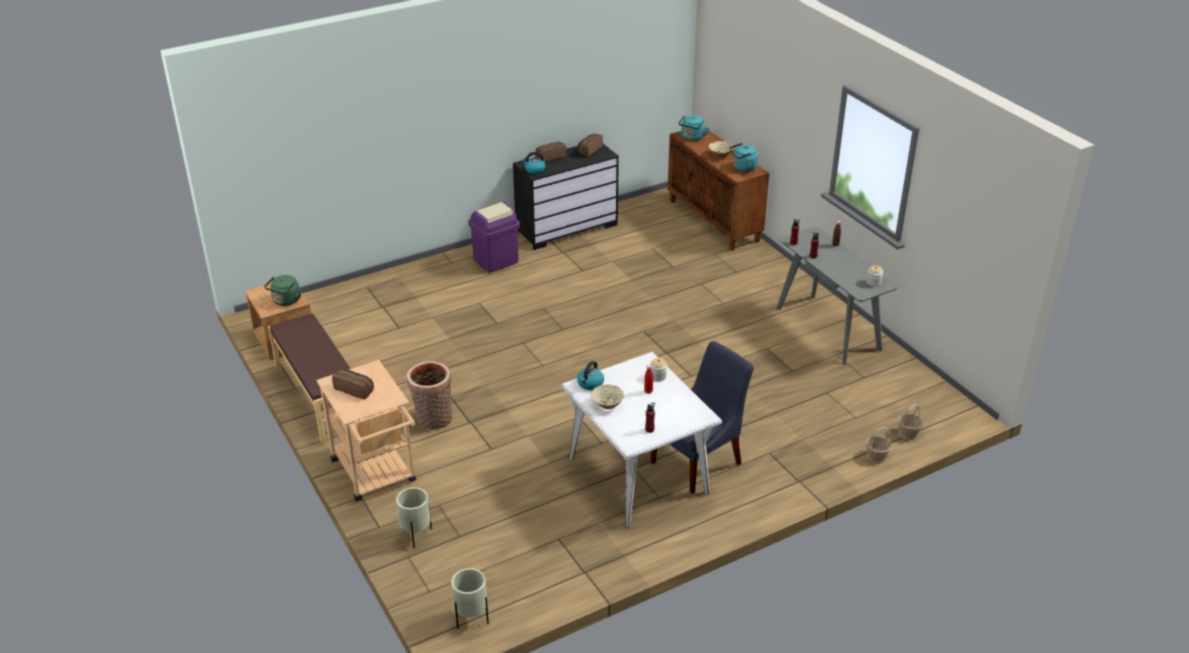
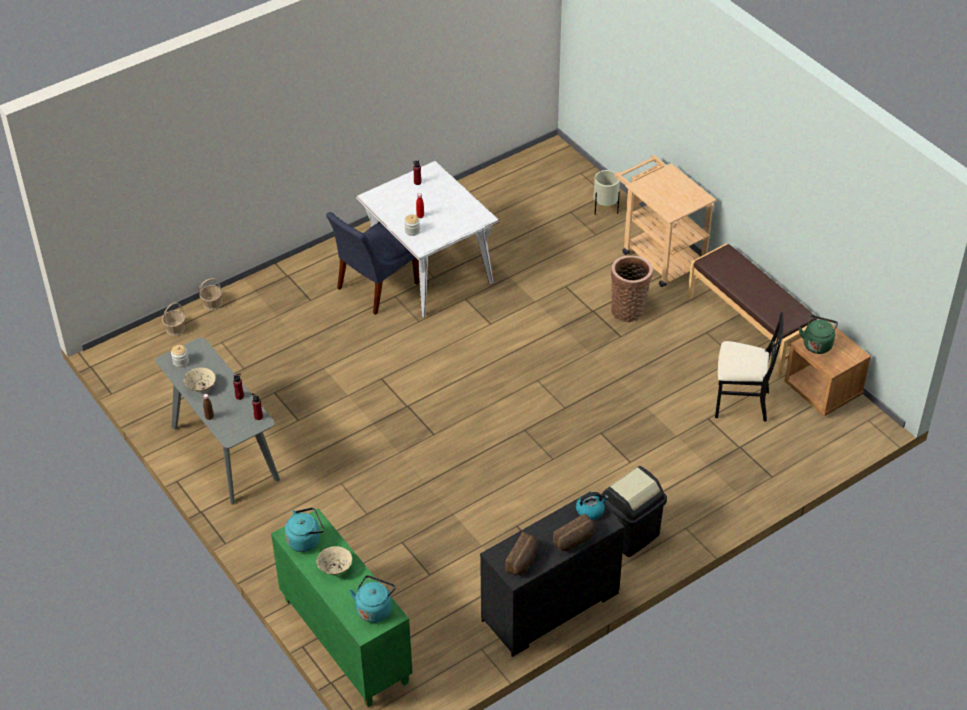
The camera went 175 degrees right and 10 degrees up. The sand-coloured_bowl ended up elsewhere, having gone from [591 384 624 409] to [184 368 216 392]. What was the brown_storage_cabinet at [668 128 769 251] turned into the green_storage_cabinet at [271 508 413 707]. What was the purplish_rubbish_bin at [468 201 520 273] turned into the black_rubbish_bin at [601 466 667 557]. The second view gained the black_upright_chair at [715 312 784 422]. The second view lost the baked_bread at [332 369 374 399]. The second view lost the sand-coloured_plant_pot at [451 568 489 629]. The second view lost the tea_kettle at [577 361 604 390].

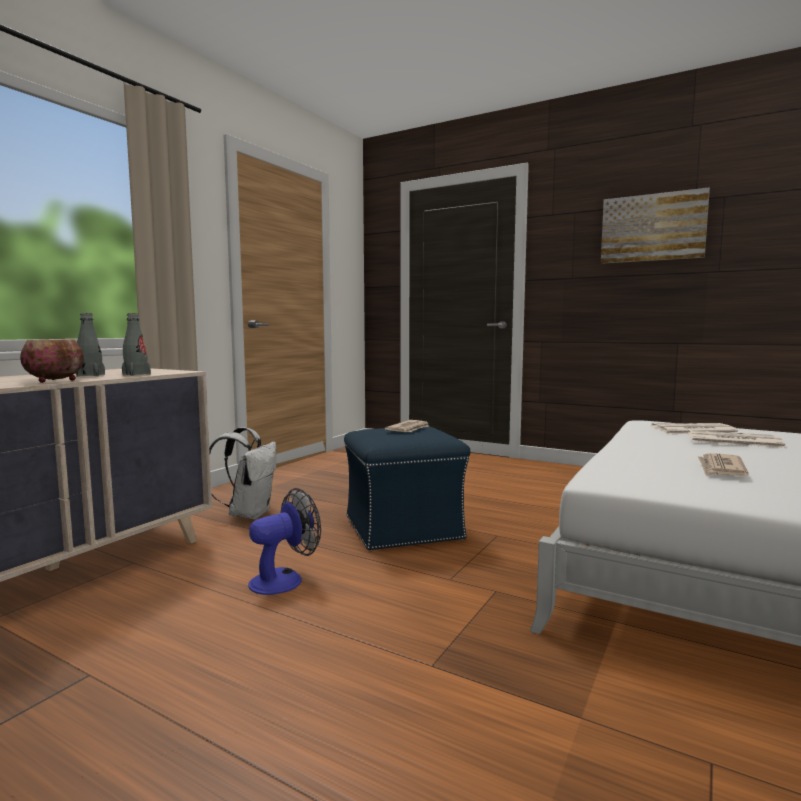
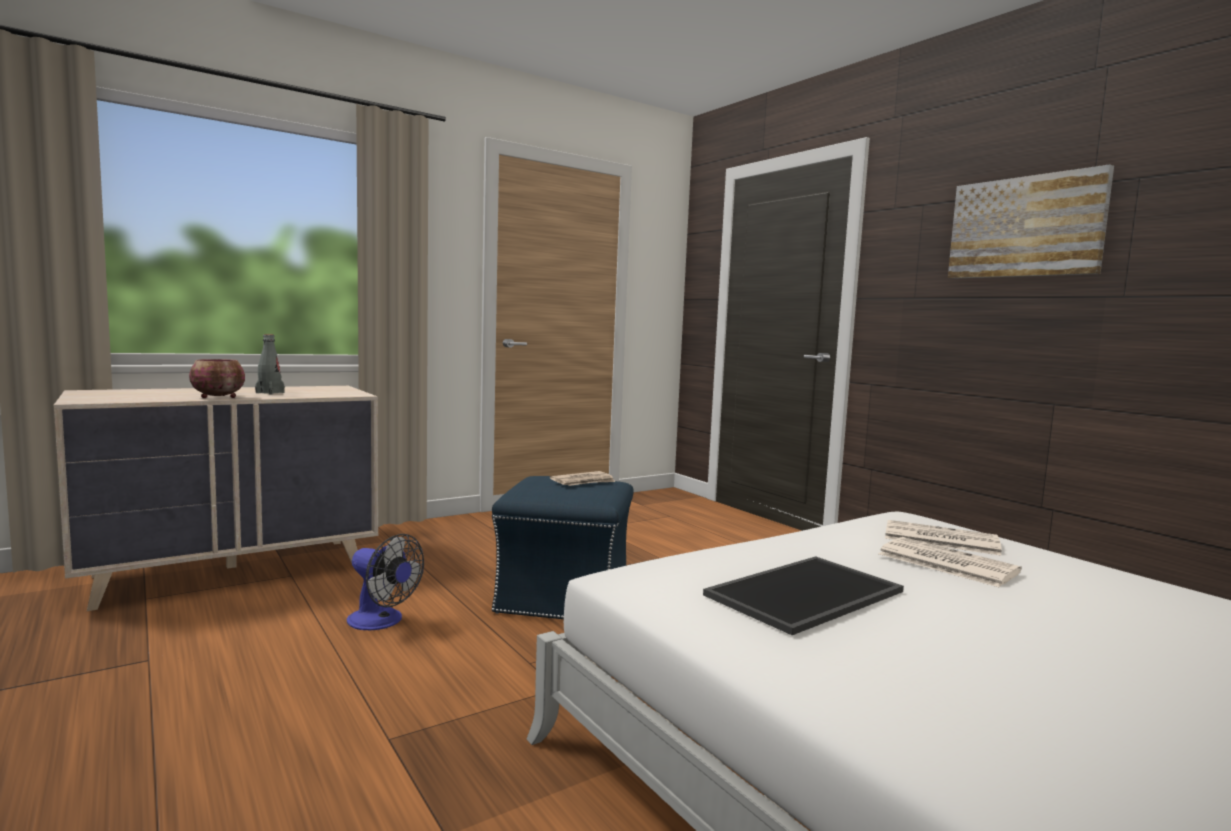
The camera went 25 degrees right and 0 degrees up. The fan at [248 488 321 595] ended up facing another way, 45 degrees clockwise from before. Where the daily_paper stood at [698 454 749 476], the serving_tray came to stand at [703 556 904 635]. The second view lost the grey_bottle at [122 313 151 376]. The second view lost the whitish_backpack at [209 427 277 519].

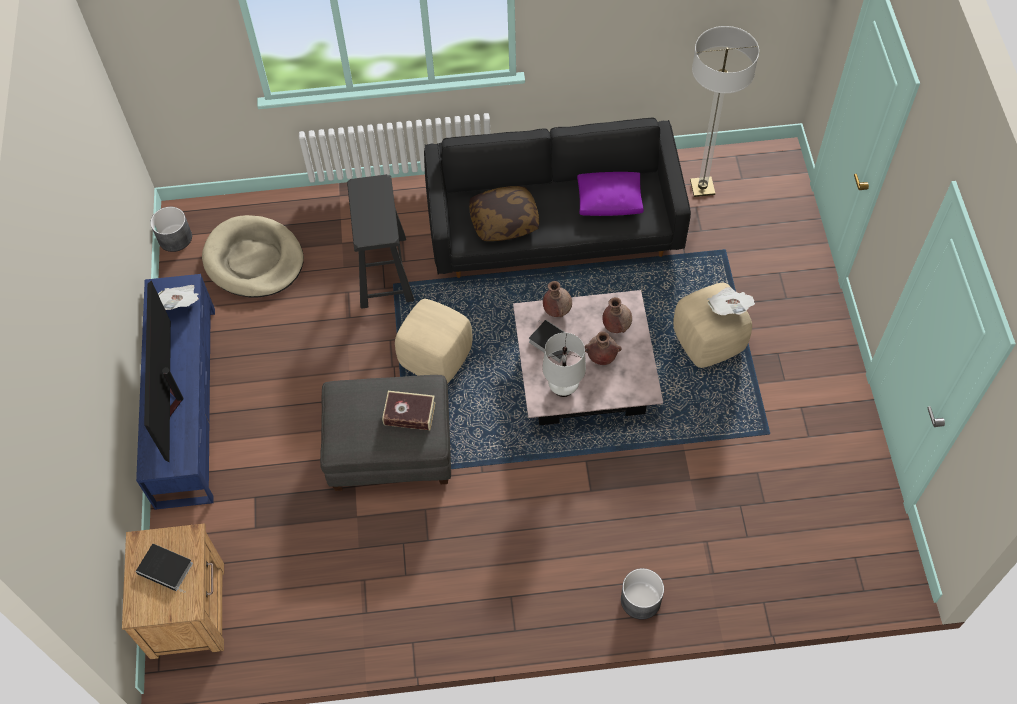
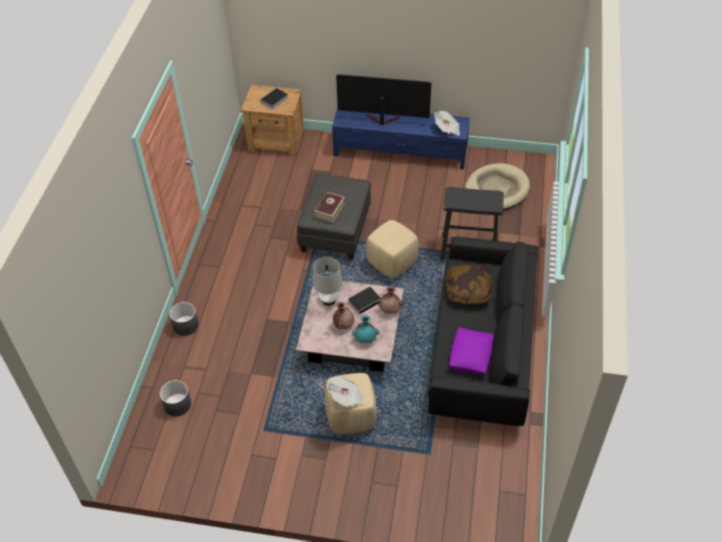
The camera went 105 degrees right and 10 degrees down. The grey_plant_pot ended up elsewhere, having gone from [150 207 192 252] to [160 380 191 416]. What was the brown_decorative_vase at [602 297 632 333] turned into the blue-green_decorative_vase at [352 315 379 343]. The second view lost the standard_lamp at [690 26 759 197].

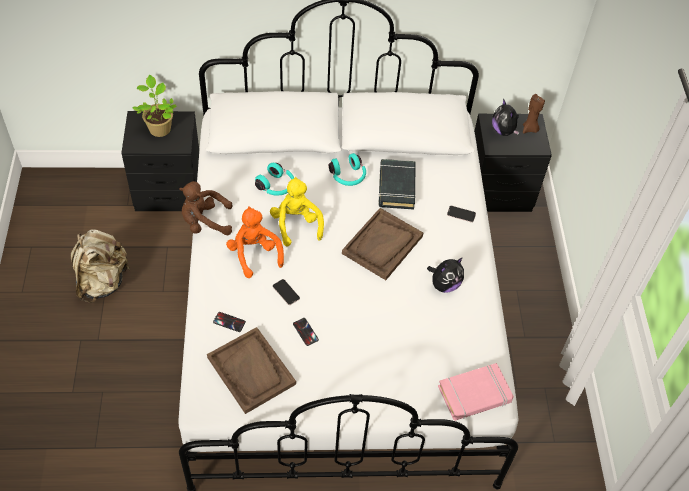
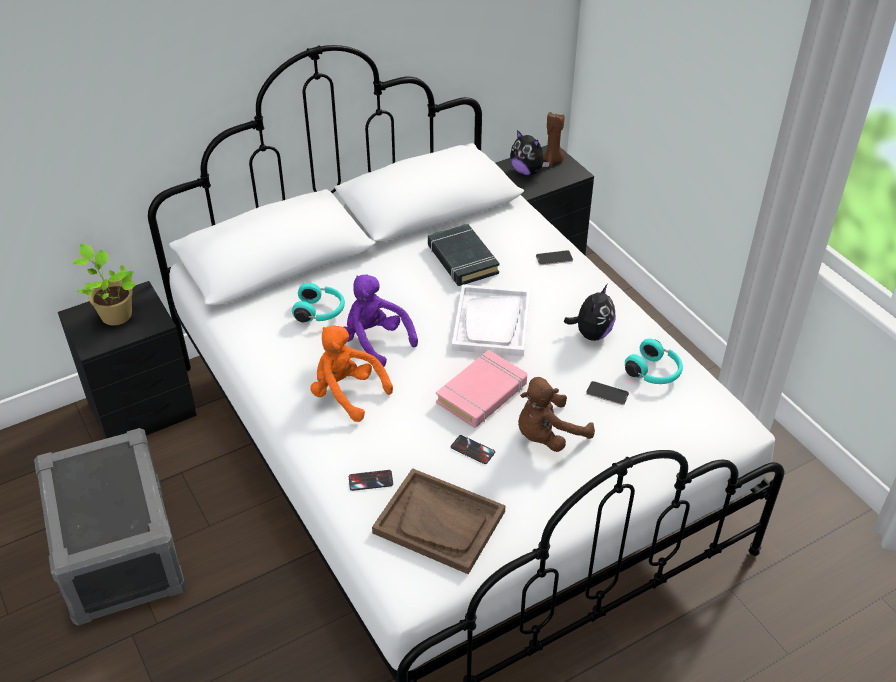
The camera went 25 degrees left and 10 degrees down. Where the sand-coloured_backpack stood at [71 229 130 303], the grey_storage_container came to stand at [34 428 186 626]. What was the yellow_plush_toy at [270 177 324 247] turned into the purplish_plush_toy at [343 275 418 367]. The pink_book ended up elsewhere, having gone from [438 363 514 421] to [436 350 527 428]. What was the brown_serving_tray at [342 208 423 280] turned into the whitish_serving_tray at [452 284 530 357]. The brown_plush_toy ended up elsewhere, having gone from [179 181 232 235] to [518 377 595 452]. The phone ended up elsewhere, having gone from [273 279 300 305] to [586 381 629 405]. The blue-green_headphones ended up elsewhere, having gone from [329 153 366 186] to [625 339 683 384].

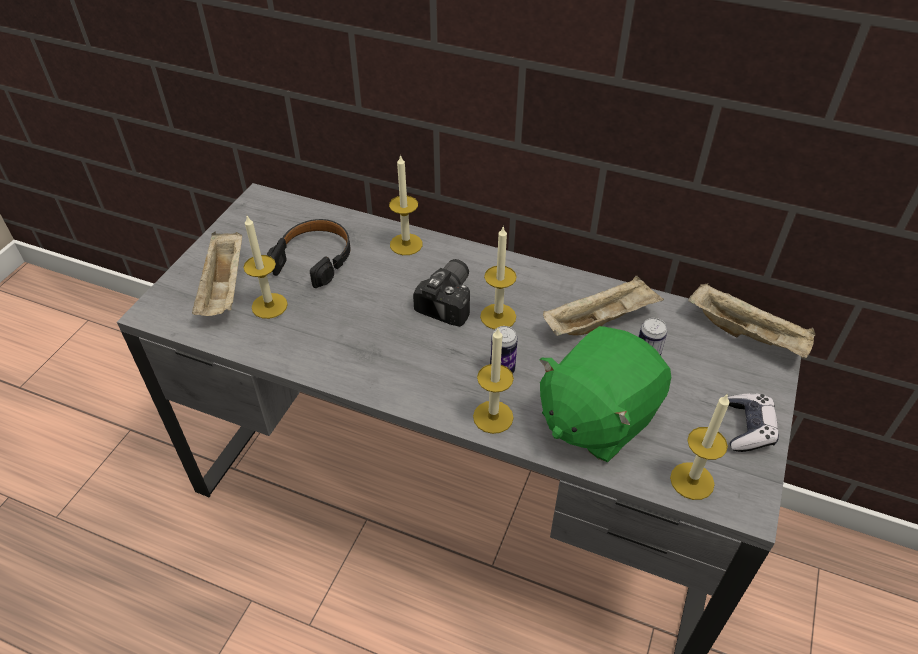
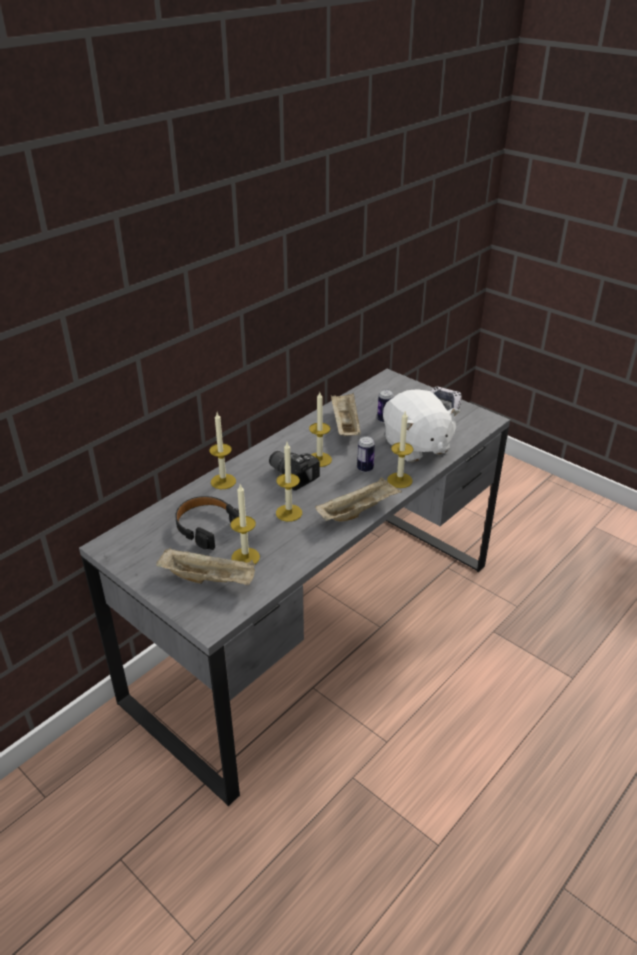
The camera went 70 degrees left and 10 degrees down. The wax_candle ended up elsewhere, having gone from [670 393 729 500] to [276 442 302 522]. The sand-coloured_serving_tray ended up elsewhere, having gone from [688 283 815 358] to [315 477 402 522]. What was the green_plush_toy at [540 326 671 462] turned into the whitish_plush_toy at [383 389 460 462].

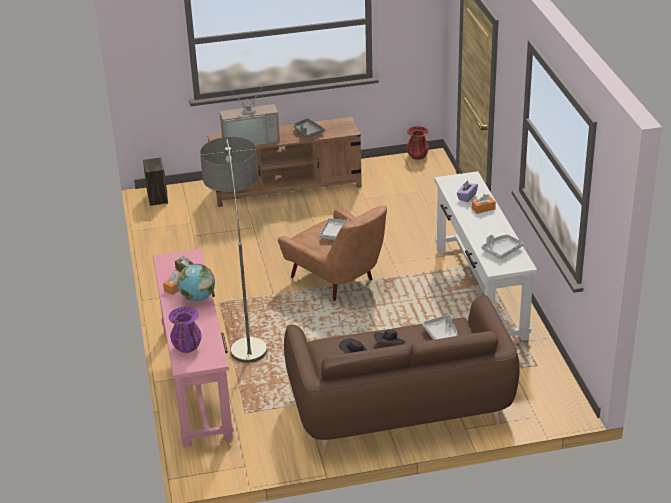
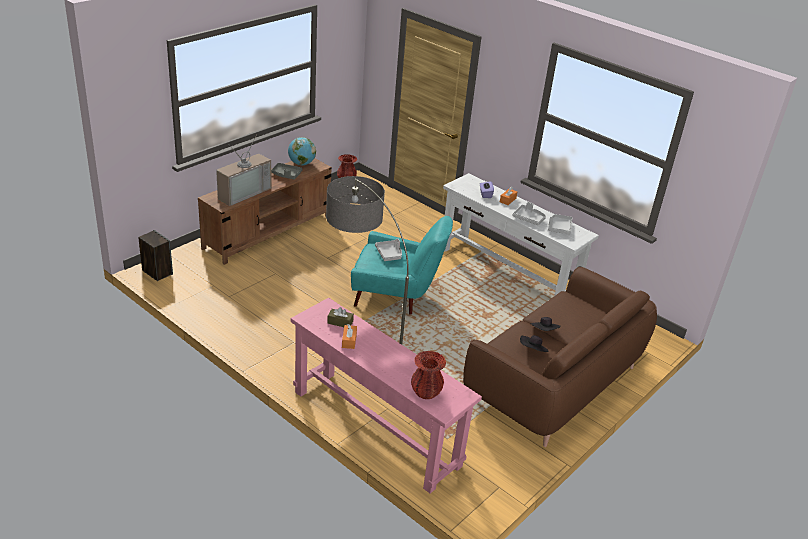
The camera went 40 degrees left and 0 degrees up. The desk_globe ended up elsewhere, having gone from [177 264 215 301] to [288 137 316 165]. What was the brown_armchair at [278 206 387 301] turned into the blue-green_armchair at [351 216 453 315]. What was the purplish_decorative_vase at [168 307 202 353] turned into the red_decorative_vase at [411 351 446 399]. The grey_serving_tray ended up elsewhere, having gone from [422 314 457 340] to [512 202 546 225].

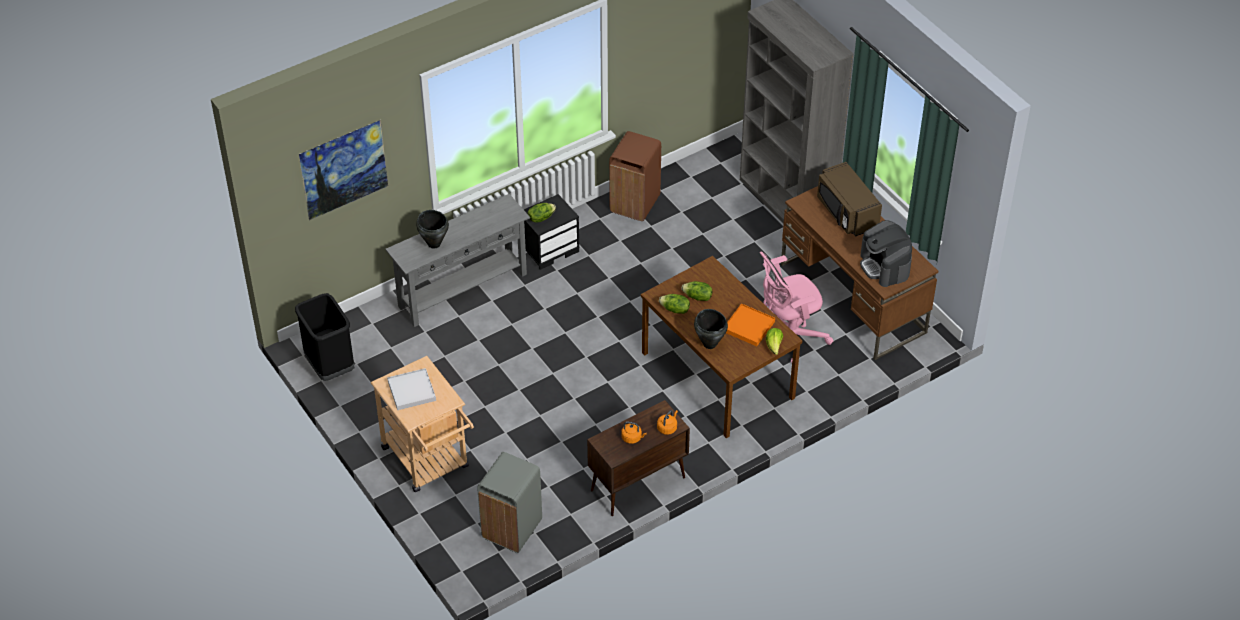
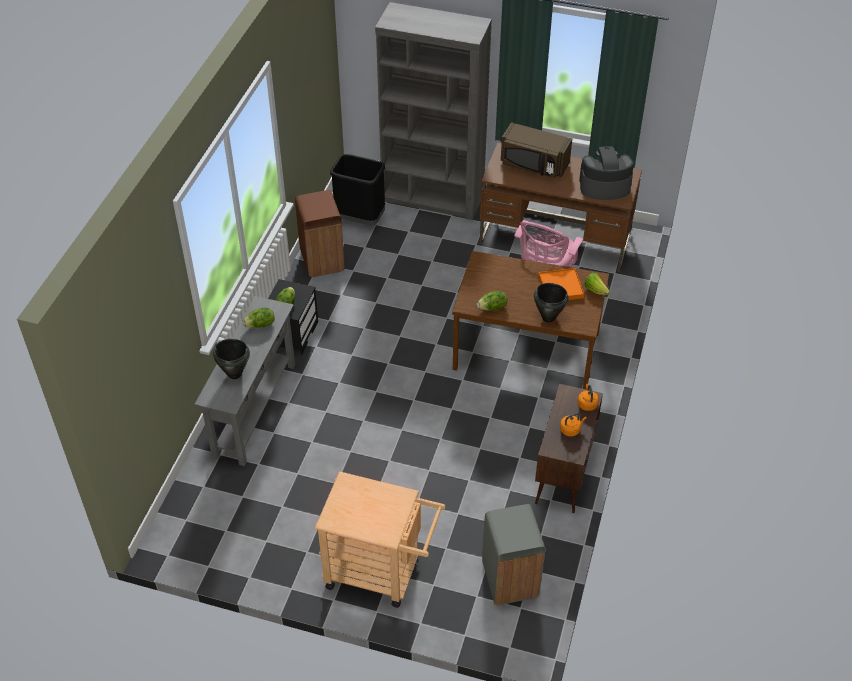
The camera went 40 degrees left and 0 degrees up. The head_of_lettuce ended up elsewhere, having gone from [681 281 712 301] to [243 308 275 328]. The black_rubbish_bin ended up elsewhere, having gone from [295 293 354 381] to [330 154 385 225]. The coffee_maker at [860 220 912 287] ended up facing another way, 150 degrees clockwise from before. The second view lost the wall_art at [299 120 388 220]. The second view lost the whitish_serving_tray at [387 368 436 410].

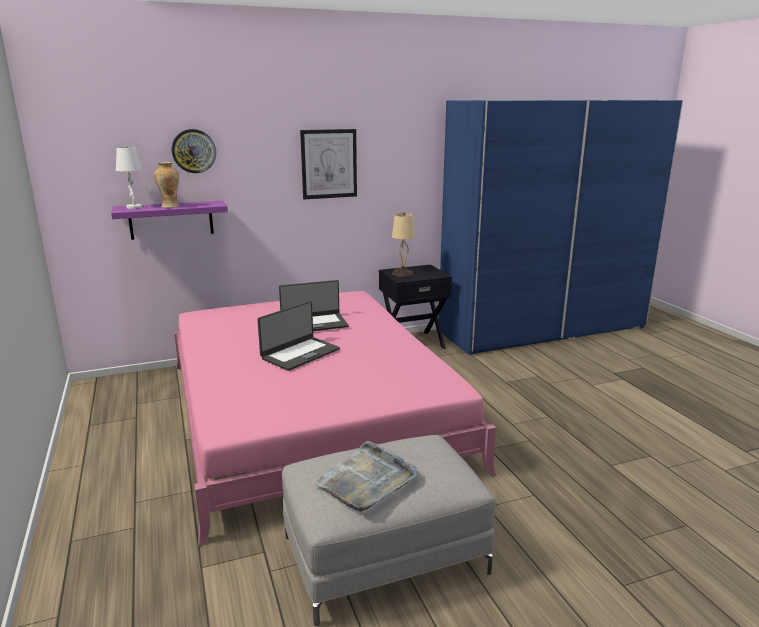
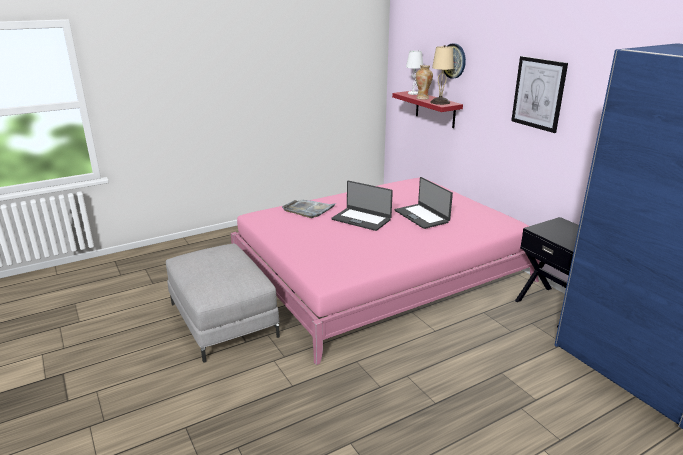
The camera went 80 degrees right and 5 degrees up. The grey_serving_tray ended up elsewhere, having gone from [314 441 418 512] to [282 199 335 218]. What was the purplish_wall_shelf at [111 201 228 240] turned into the red_wall_shelf at [392 91 463 128]. The sand-coloured_table_lamp ended up elsewhere, having gone from [392 213 416 277] to [430 45 454 105].

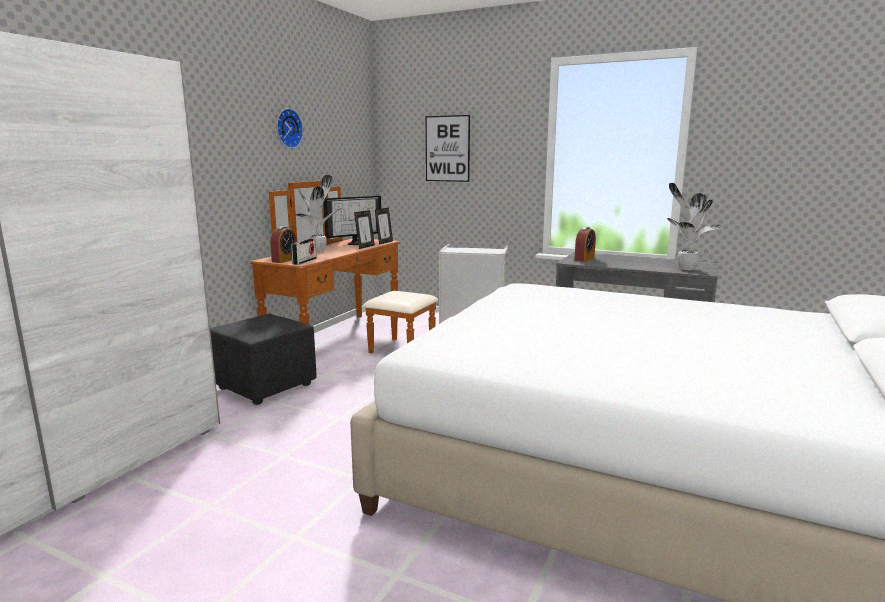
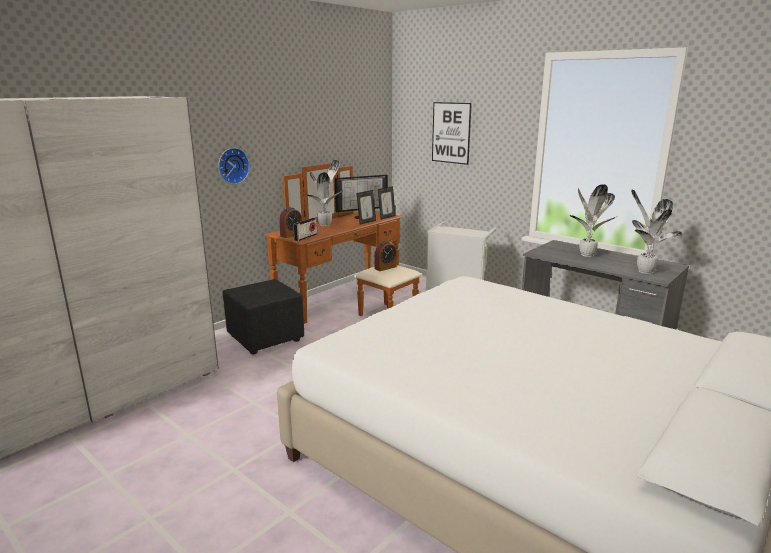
The camera went 15 degrees right and 5 degrees up. The hanging_clock ended up elsewhere, having gone from [277 108 303 149] to [218 148 250 184]. The table_clock ended up elsewhere, having gone from [574 227 596 262] to [374 241 397 271]. The second view gained the potted_plant at [569 184 618 257].

